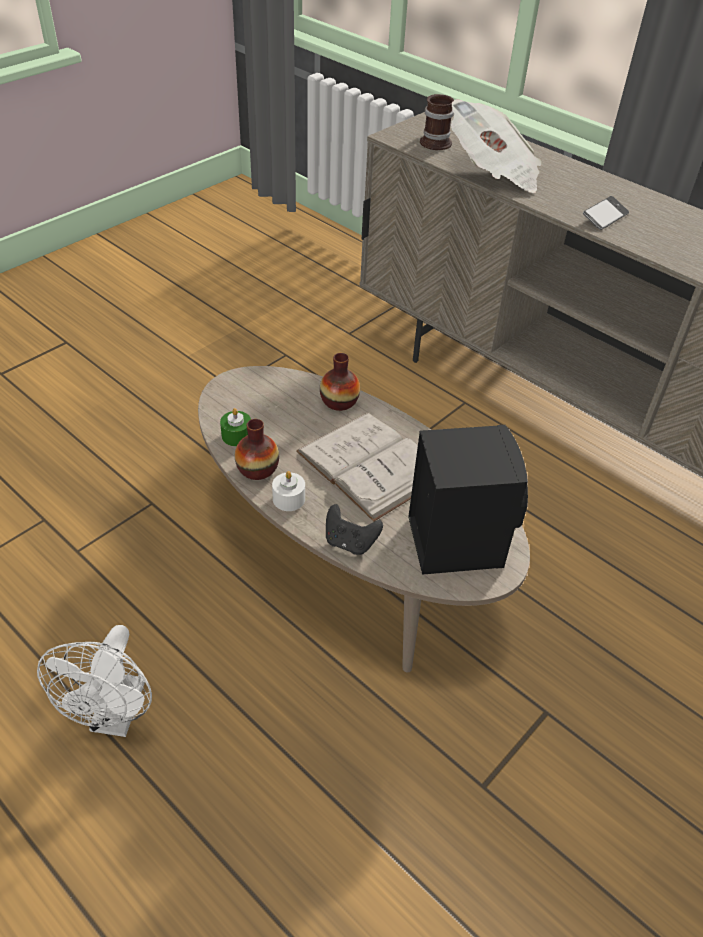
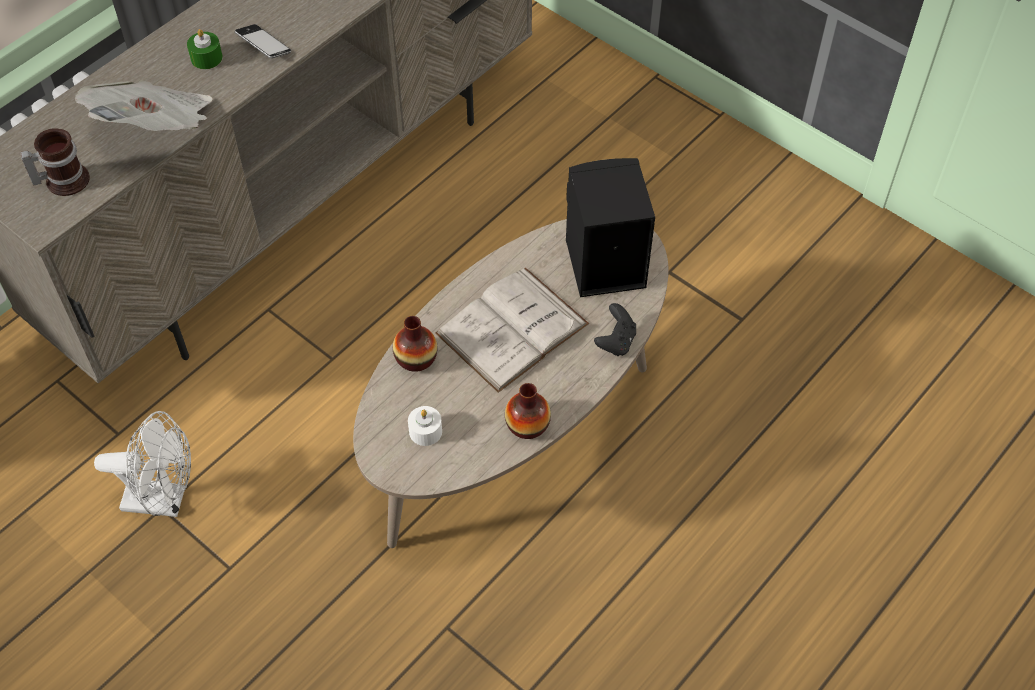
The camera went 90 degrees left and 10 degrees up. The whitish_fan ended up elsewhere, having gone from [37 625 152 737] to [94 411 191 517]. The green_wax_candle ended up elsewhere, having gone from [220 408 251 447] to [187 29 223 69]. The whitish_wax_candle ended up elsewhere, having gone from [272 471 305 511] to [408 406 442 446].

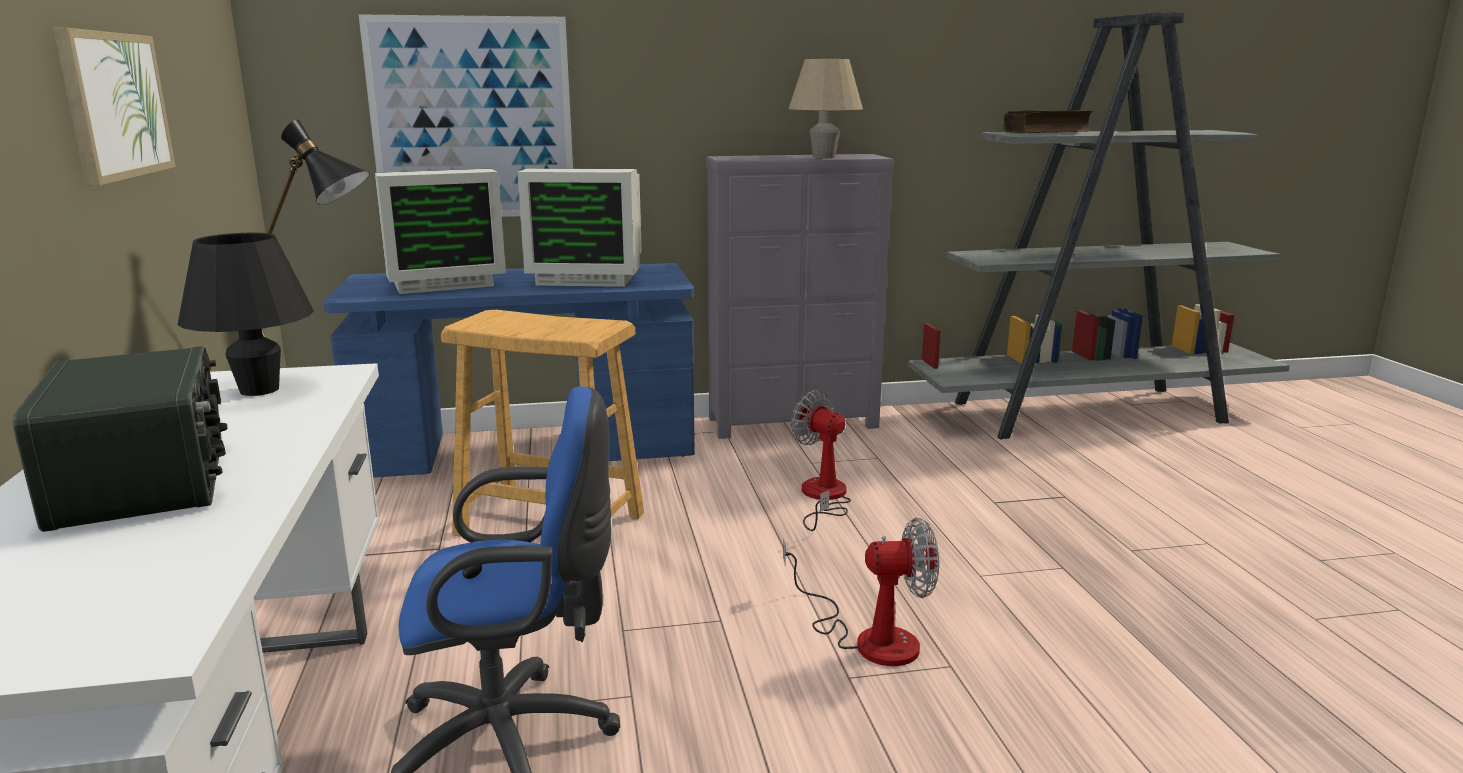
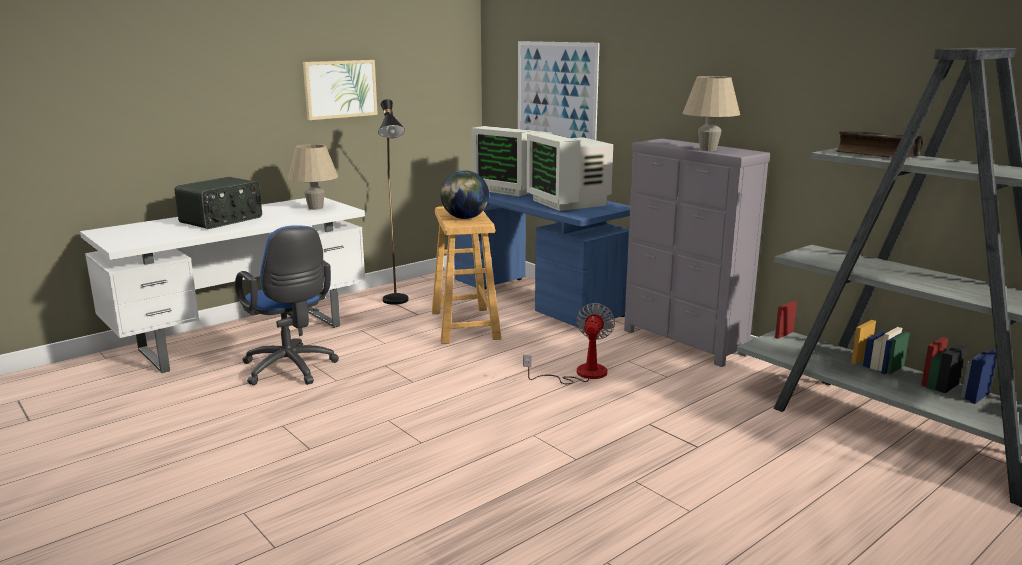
The camera went 60 degrees right and 0 degrees up. What was the black_table_lamp at [178 232 314 396] turned into the sand-coloured_table_lamp at [288 144 338 210]. The second view gained the desk_globe at [441 170 489 219]. The second view lost the fan at [783 517 939 666].

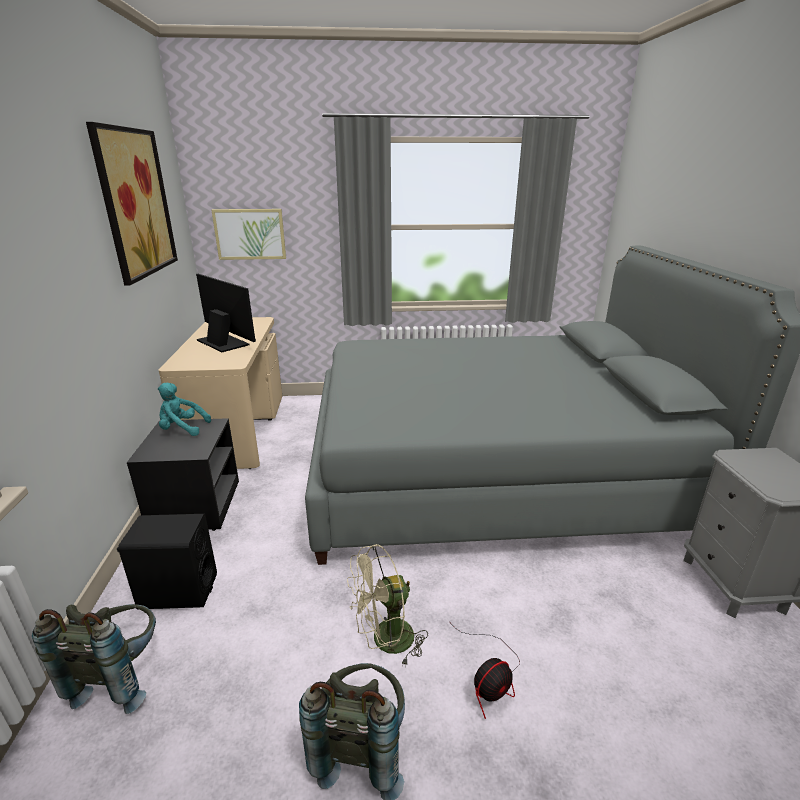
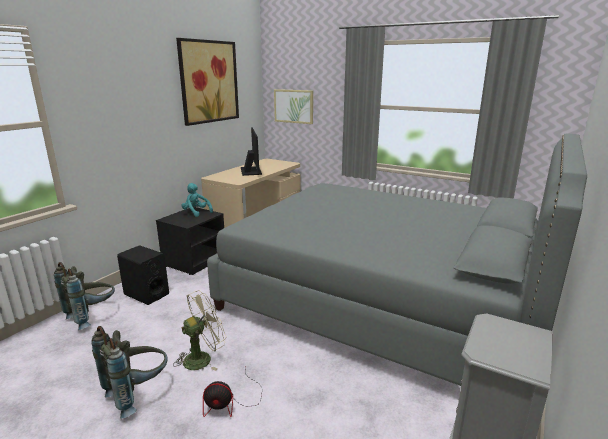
The camera went 35 degrees right and 5 degrees down. The sand-coloured_fan at [347 544 428 667] ended up facing another way, 135 degrees clockwise from before.

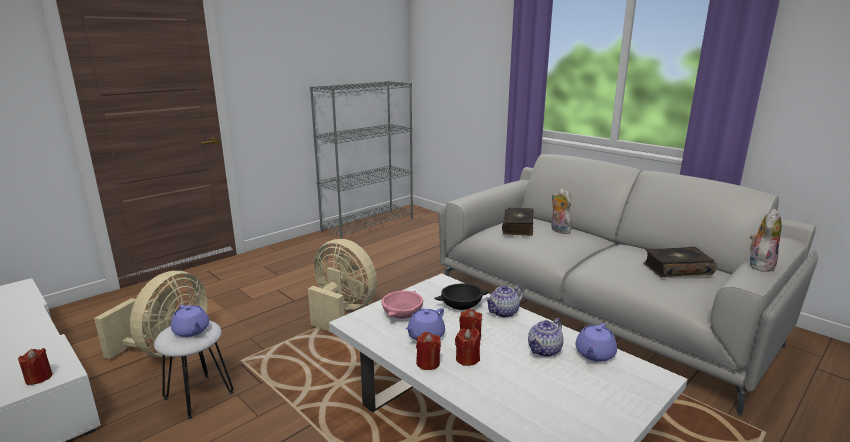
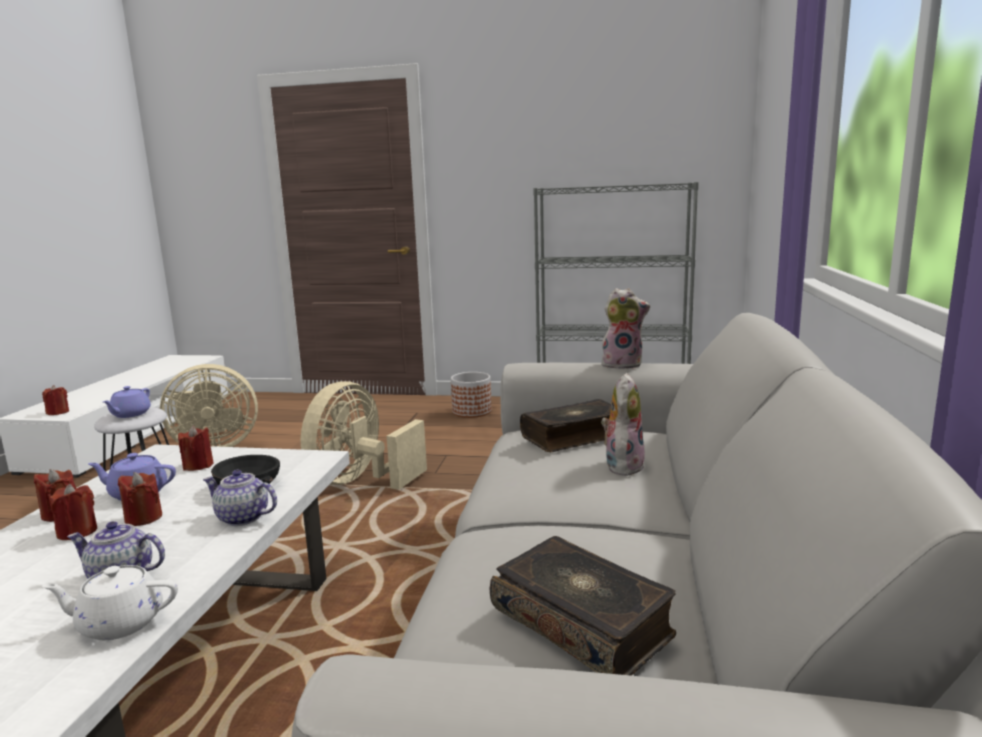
The camera went 55 degrees right and 5 degrees down. What was the purplish_teapot at [576 323 617 362] turned into the whitish_teapot at [42 565 178 640]. Where the pink_bowl stood at [382 290 423 319], the red_wax_candle came to stand at [178 425 214 471]. The sand-coloured_fan at [308 239 377 333] ended up facing another way, 150 degrees counterclockwise from before. The second view gained the plant_pot at [451 372 492 418]. The plush_toy ended up elsewhere, having gone from [750 209 782 272] to [601 288 650 369].

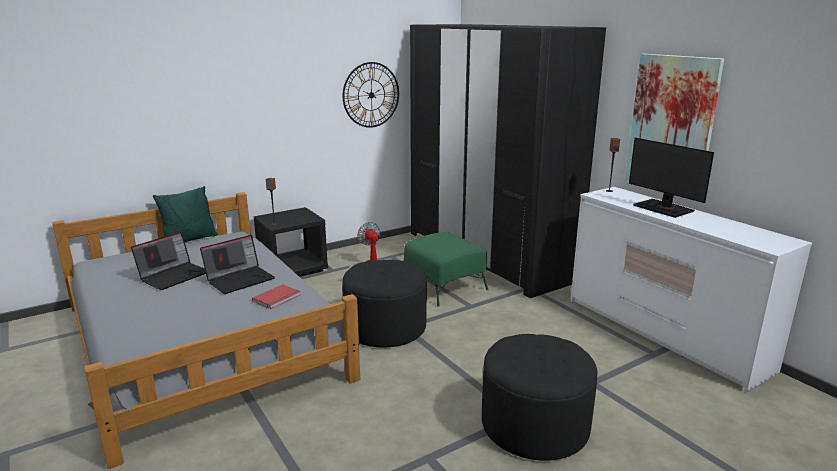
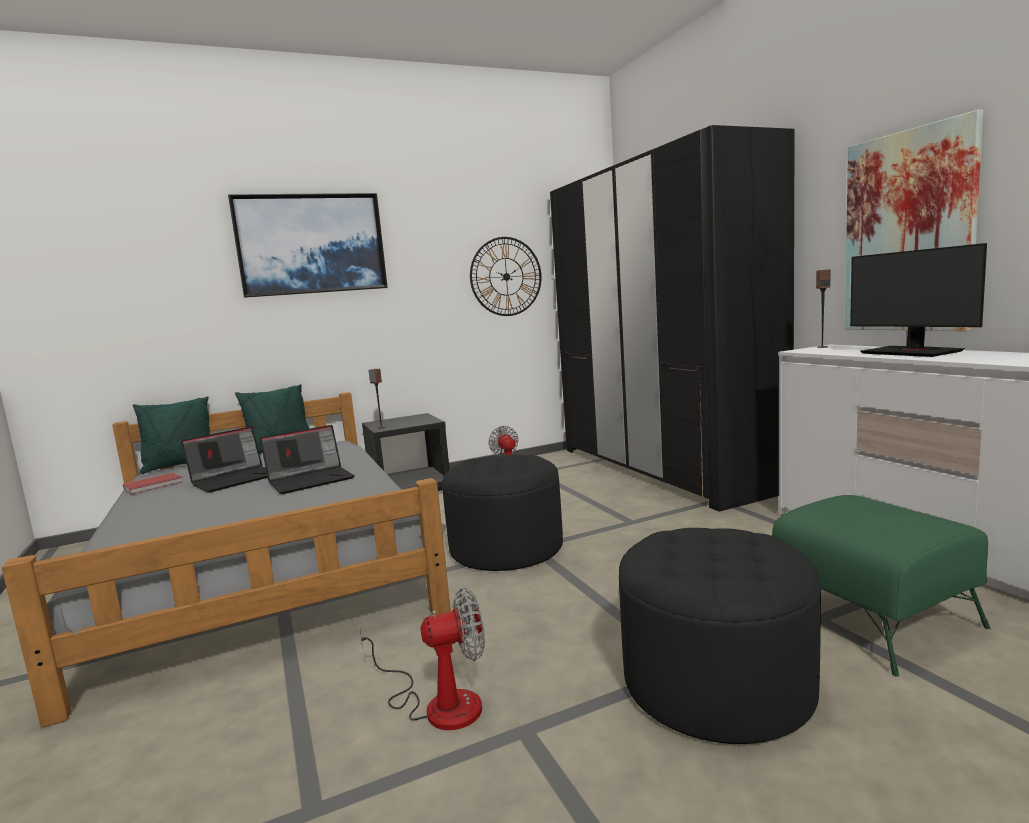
The camera went 10 degrees right and 10 degrees down. The red_book ended up elsewhere, having gone from [252 284 301 309] to [123 473 183 494]. The second view gained the green_throw_pillow at [133 396 210 474]. The second view gained the wall_art at [228 193 388 298]. The second view gained the fan at [359 588 485 730]. The green_ottoman ended up elsewhere, having gone from [404 232 488 307] to [772 495 991 677].

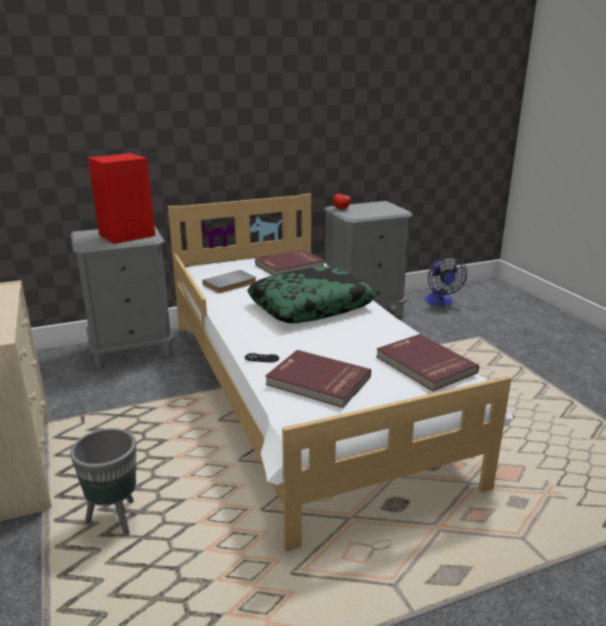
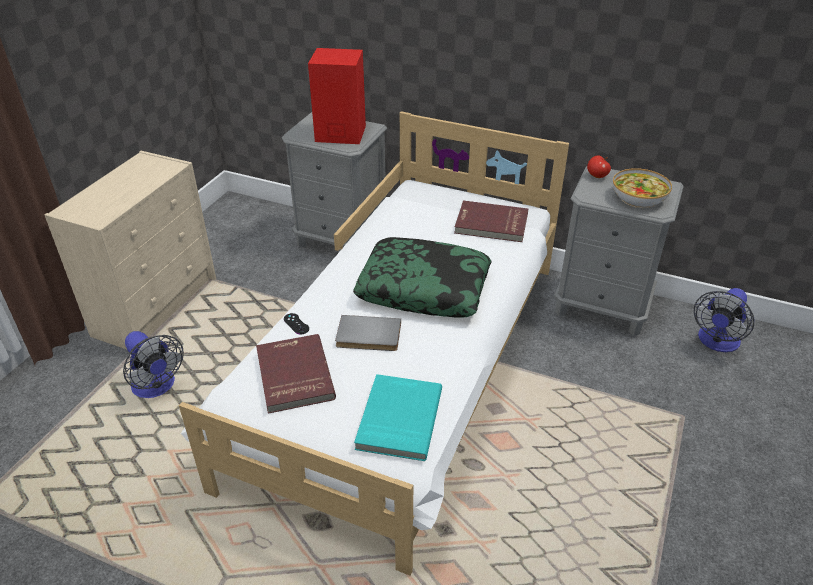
The camera went 45 degrees right and 15 degrees up. Where the grey_plant_pot stood at [70 428 136 536], the fan came to stand at [123 331 184 398]. The grey_book ended up elsewhere, having gone from [202 270 256 293] to [335 315 401 351]. What was the red_book at [376 334 479 391] turned into the blue-green_book at [354 374 442 461]. The second view gained the bowl at [613 168 672 208].

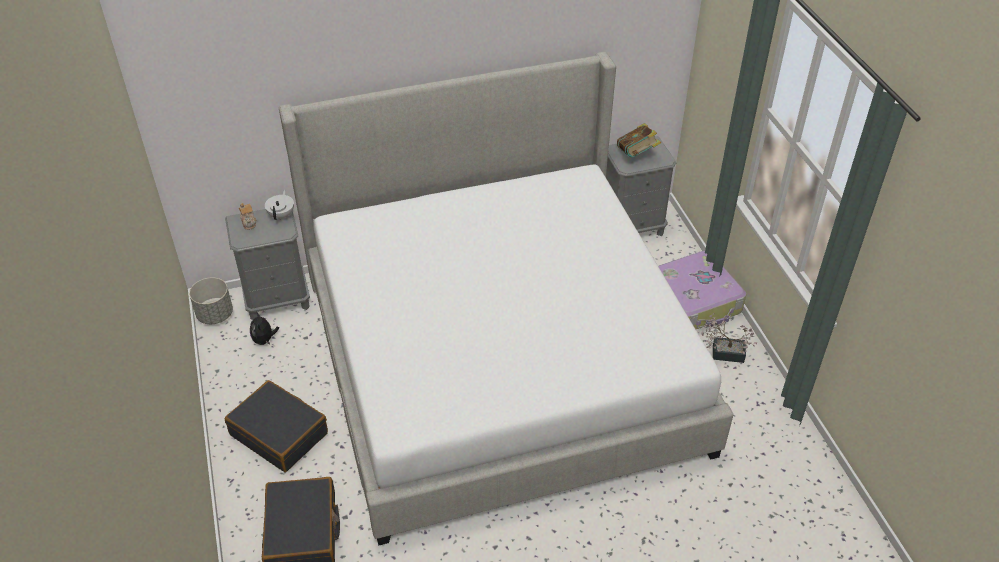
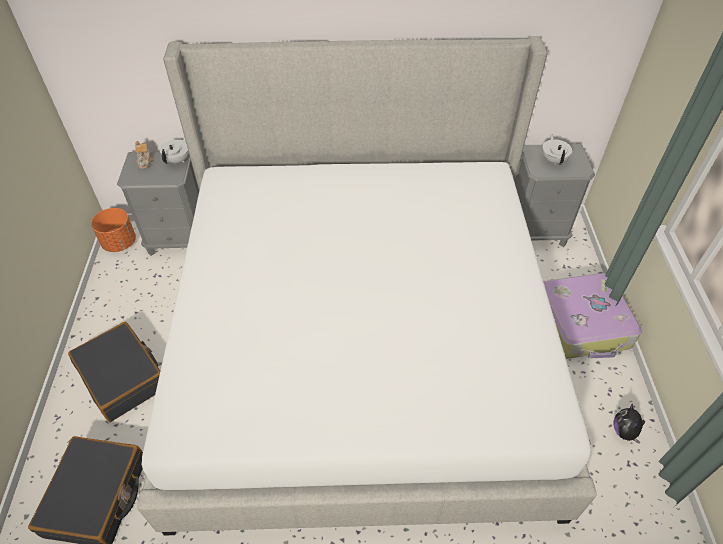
The camera went 15 degrees right and 5 degrees up. What was the grey_plant_pot at [189 277 233 324] turned into the orangey_plant_pot at [91 208 136 252]. Where the book stood at [617 123 661 158], the whitish_teapot came to stand at [542 134 572 165]. The plush_toy ended up elsewhere, having gone from [250 311 279 345] to [613 404 646 444]. The second view lost the potted_plant at [702 313 757 363].

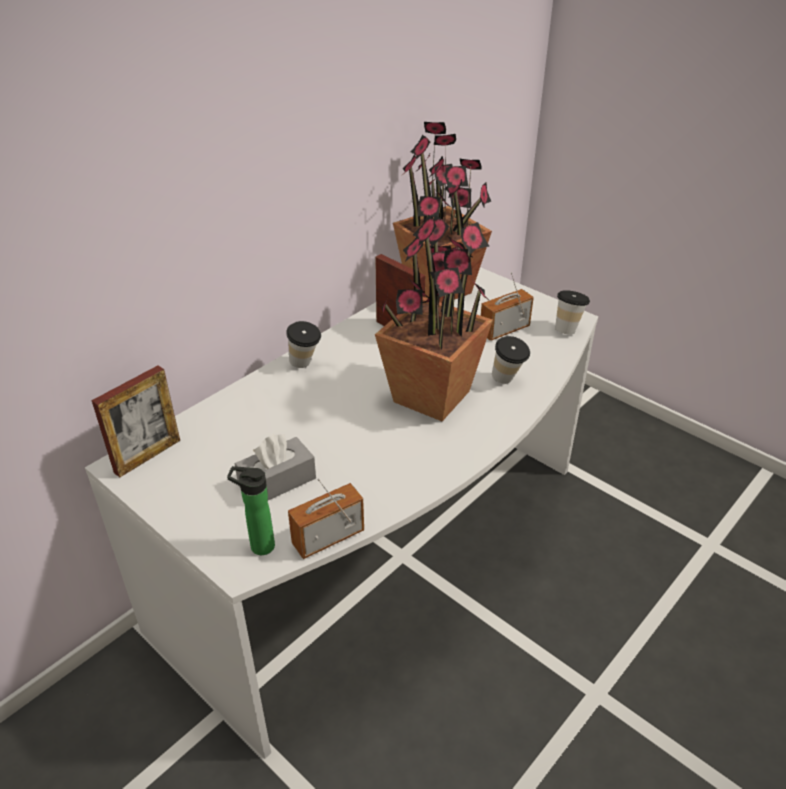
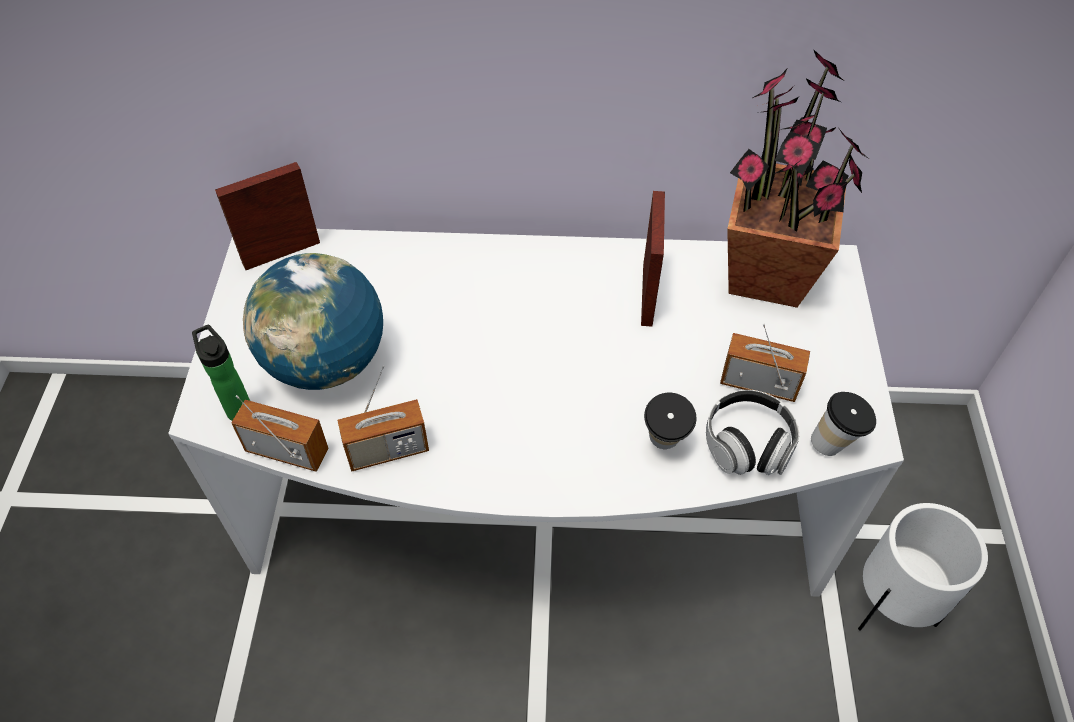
The camera went 50 degrees right and 15 degrees up. The picture_frame at [92 365 180 478] ended up facing another way, 150 degrees clockwise from before. Where the grey_tissue_box stood at [235 434 316 500], the desk_globe came to stand at [243 253 383 390]. The second view gained the radio_set at [337 365 429 471]. The second view gained the headphones at [706 390 799 475]. The second view gained the whitish_plant_pot at [858 503 988 631]. The second view lost the cup at [286 321 321 368]. The second view lost the potted_plant at [375 215 493 421].

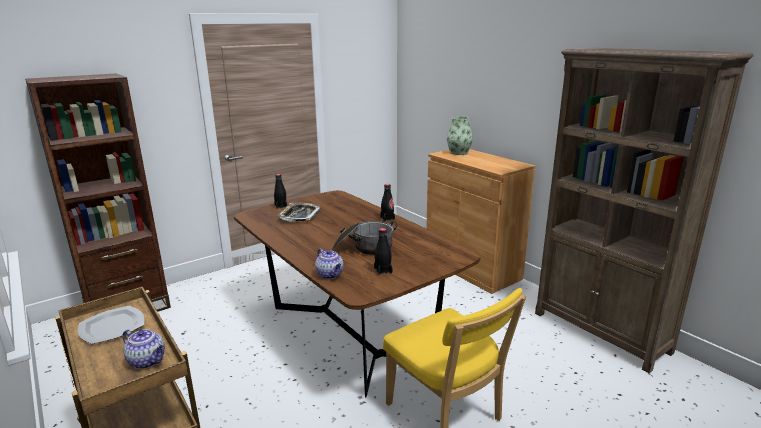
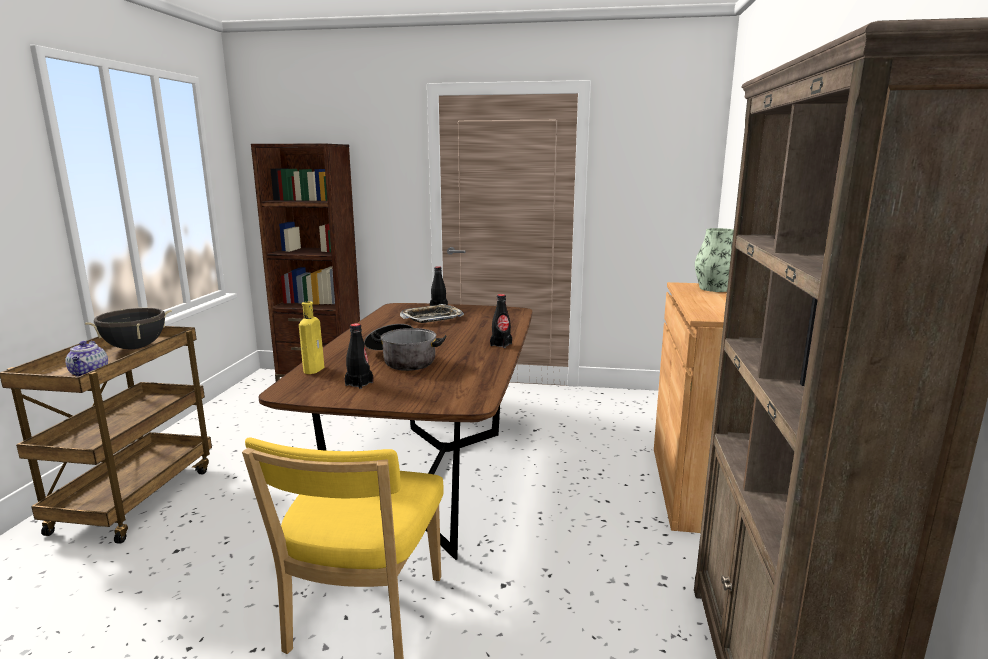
The camera went 45 degrees right and 5 degrees down. Where the dinner_plate stood at [78 306 144 344], the black_saucepot came to stand at [85 308 172 349]. Where the teapot stood at [315 248 344 279], the yellow_bottle came to stand at [299 301 324 374].

